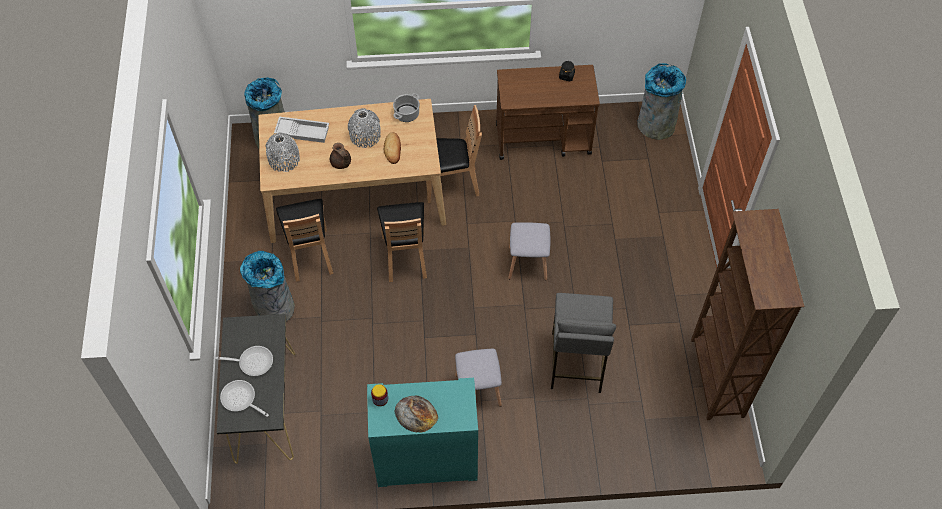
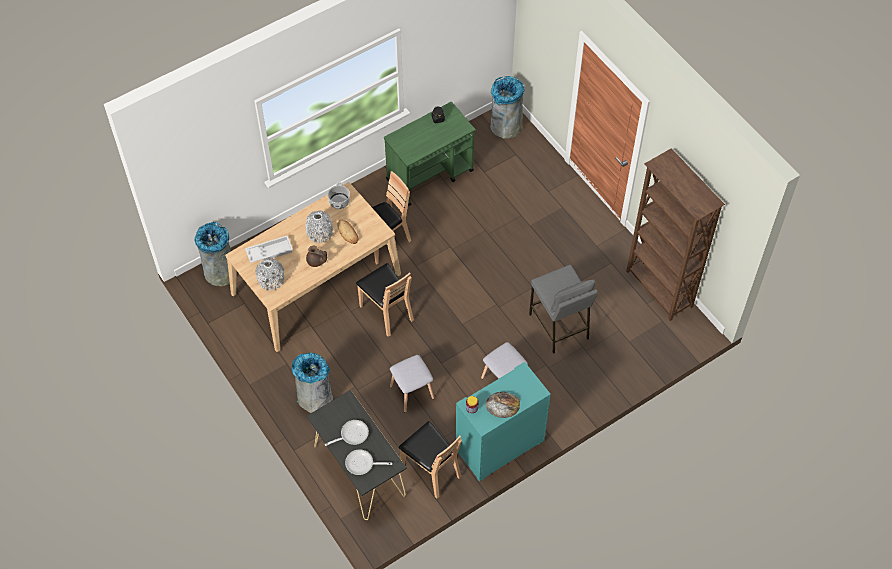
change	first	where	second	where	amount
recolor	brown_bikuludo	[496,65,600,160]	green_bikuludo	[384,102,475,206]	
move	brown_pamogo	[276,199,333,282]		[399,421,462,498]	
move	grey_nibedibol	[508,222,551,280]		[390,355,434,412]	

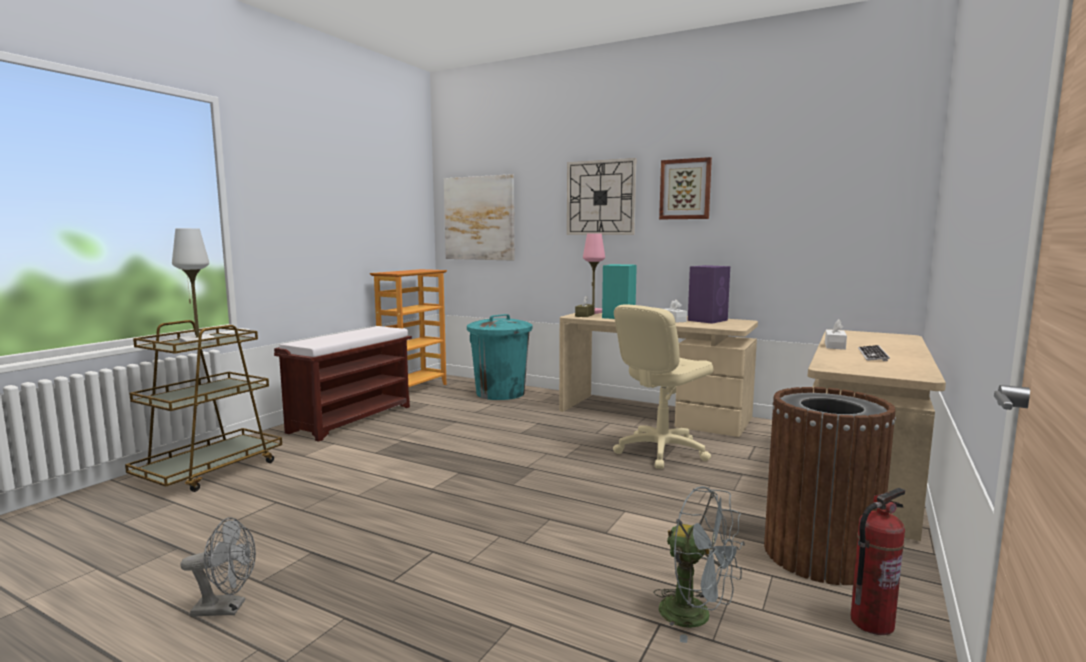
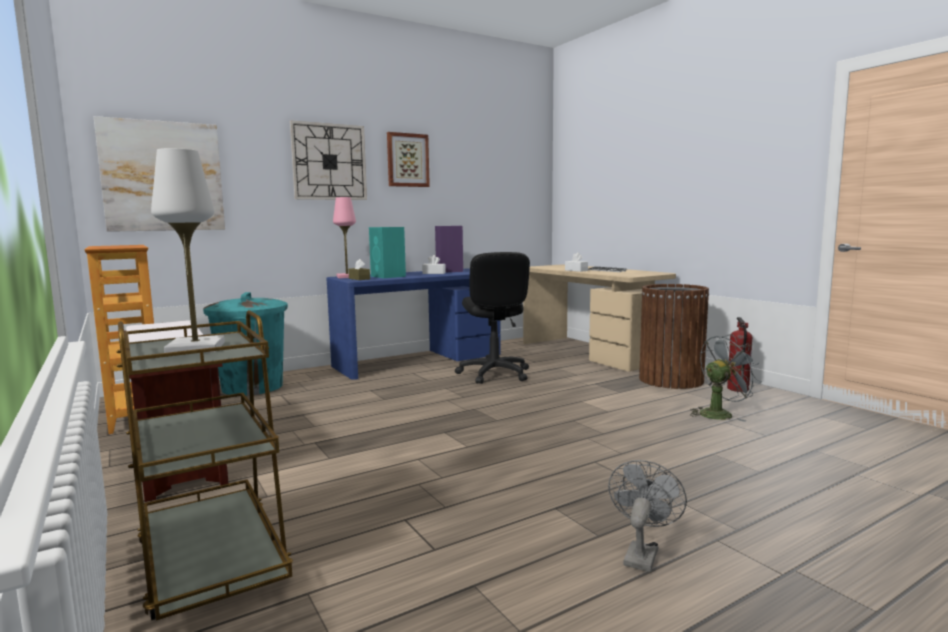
change	first	where	second	where	amount
recolor	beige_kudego	[613,304,713,469]	black_kudego	[455,252,530,384]	
recolor	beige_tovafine	[559,313,758,437]	blue_tovafine	[326,268,501,380]	

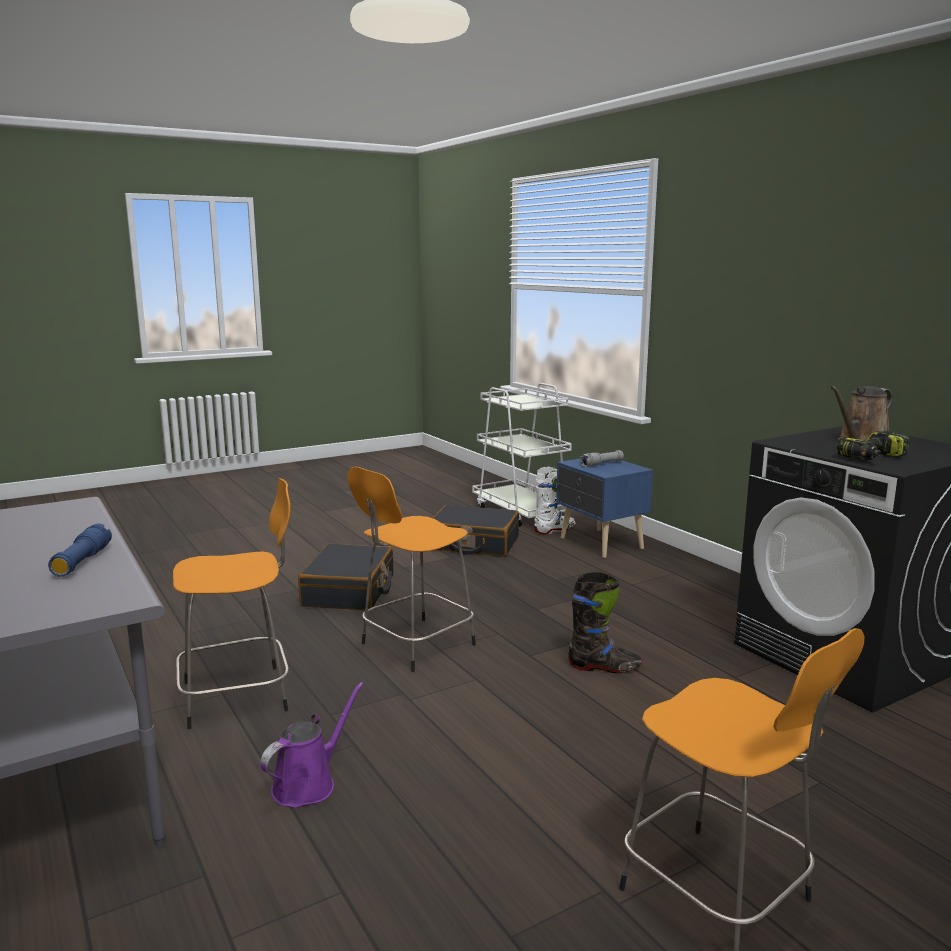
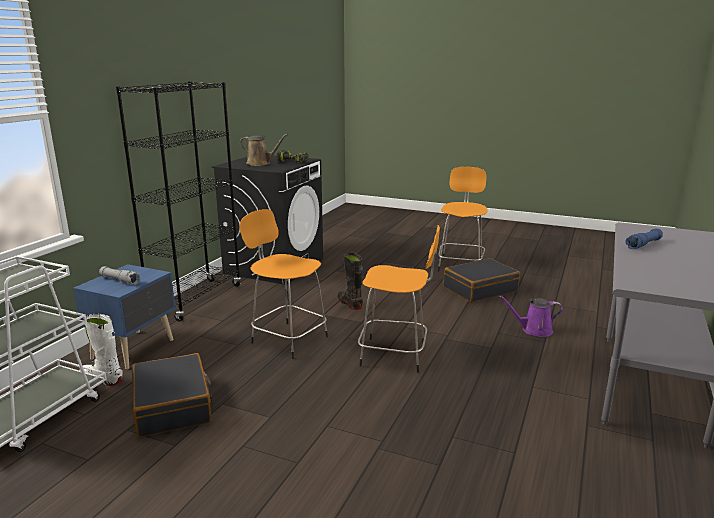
change	first	where	second	where	amount
move	orange_nibedibol	[173,478,290,729]		[239,209,328,359]	
move	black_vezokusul	[298,544,394,611]		[443,258,520,303]	
insert			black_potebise	[116,81,241,322]	

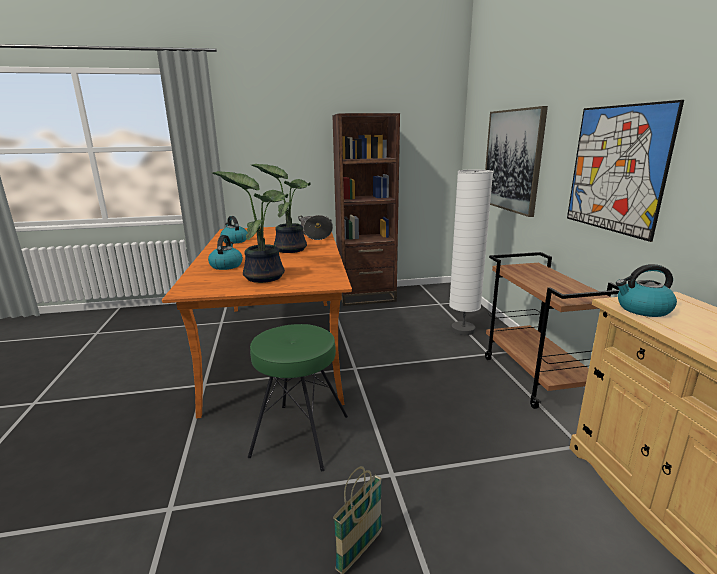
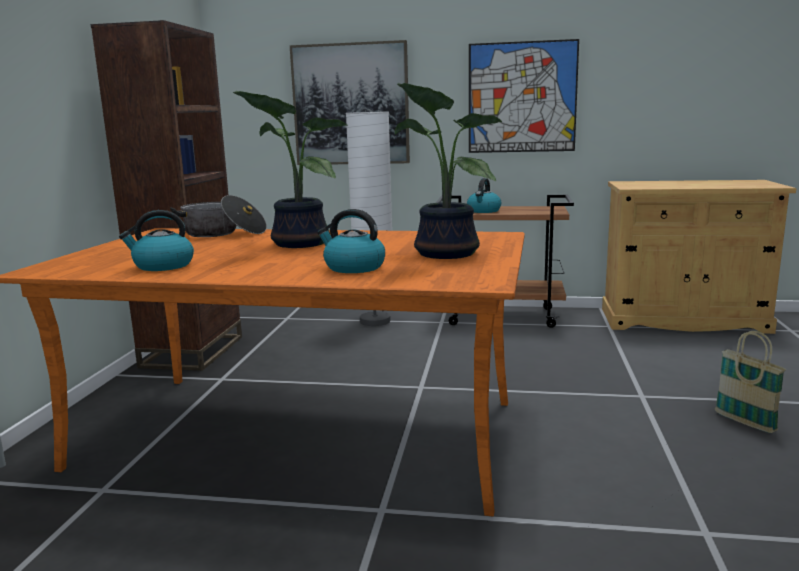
change	first	where	second	where	amount
move	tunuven	[616,264,677,317]		[467,178,501,213]	
delete	green_nibedibol	[248,324,348,471]			

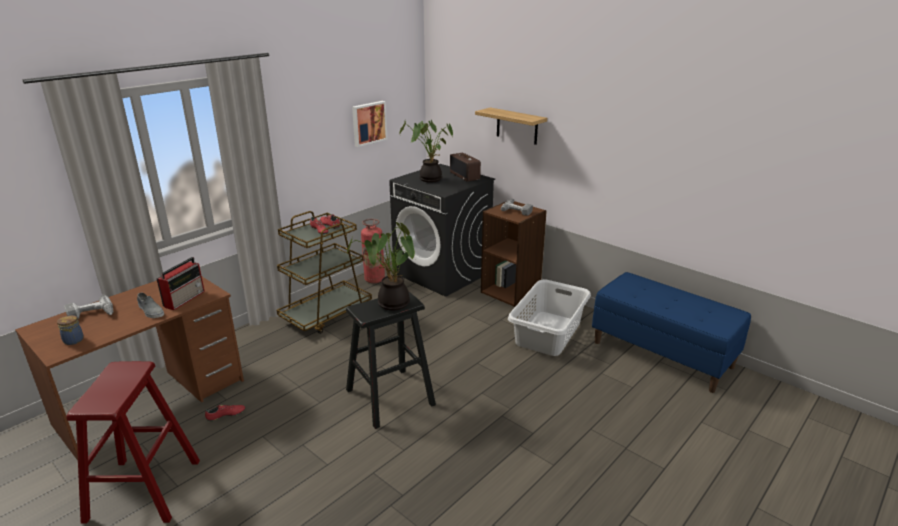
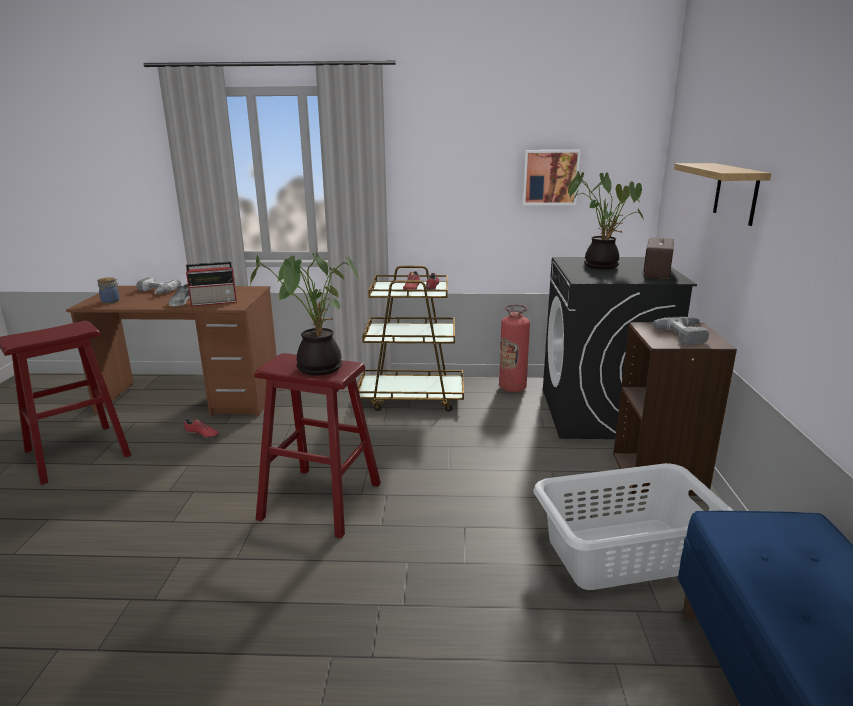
change	first	where	second	where	amount
recolor	black_nibedibol	[346,291,436,429]	red_nibedibol	[255,353,381,539]	

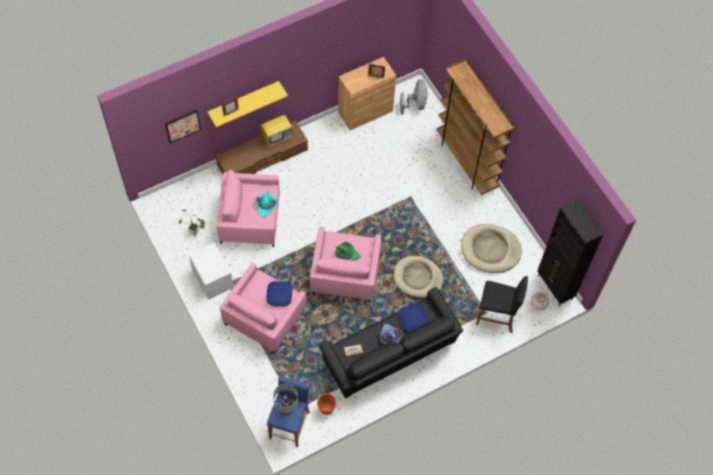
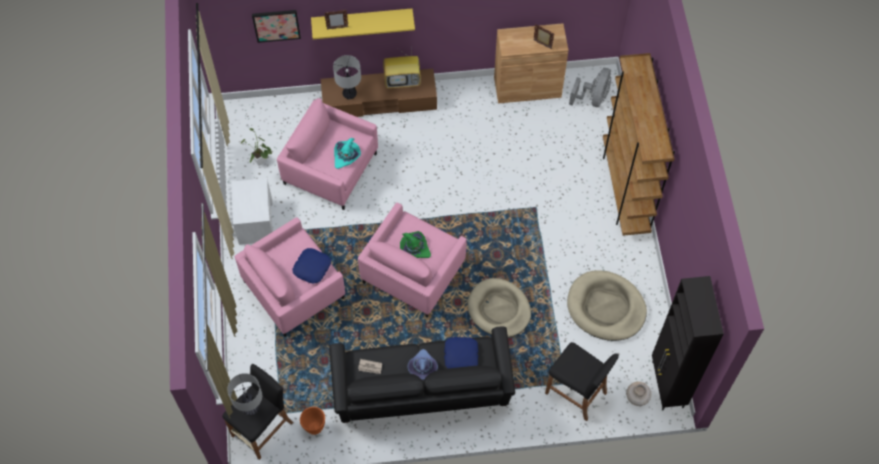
change	first	where	second	where	amount
recolor	blue_nibedibol	[267,377,310,447]	black_nibedibol	[222,364,293,460]	
insert			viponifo	[333,55,361,100]	

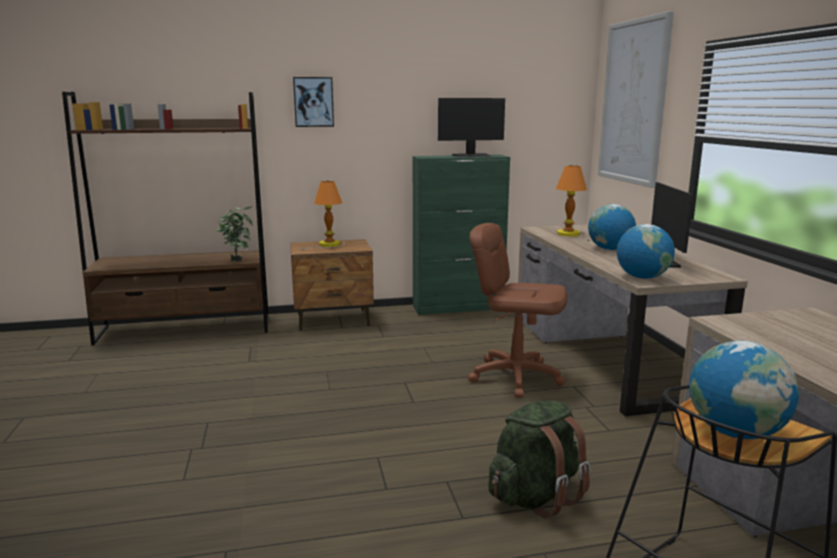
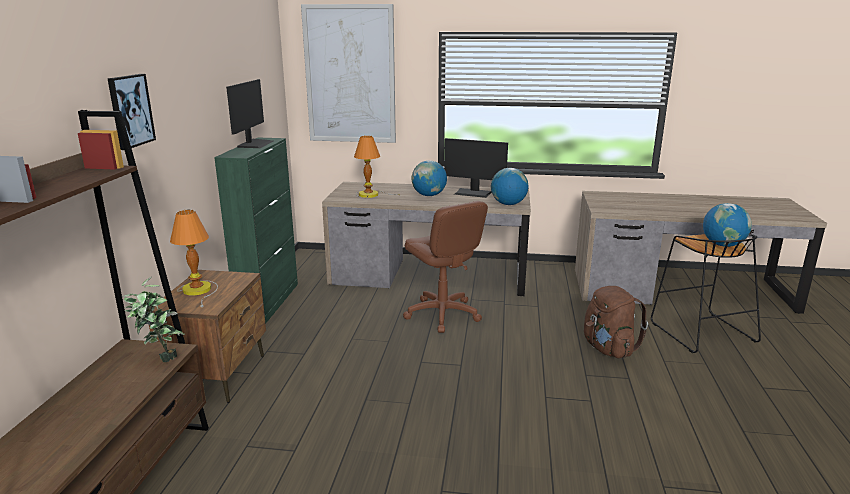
change	first	where	second	where	amount
rotate	brown_kudego	[468,223,568,398]		[403,201,488,333]	75 degrees counterclockwise
recolor	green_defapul	[488,400,591,518]	brown_defapul	[584,286,648,358]	

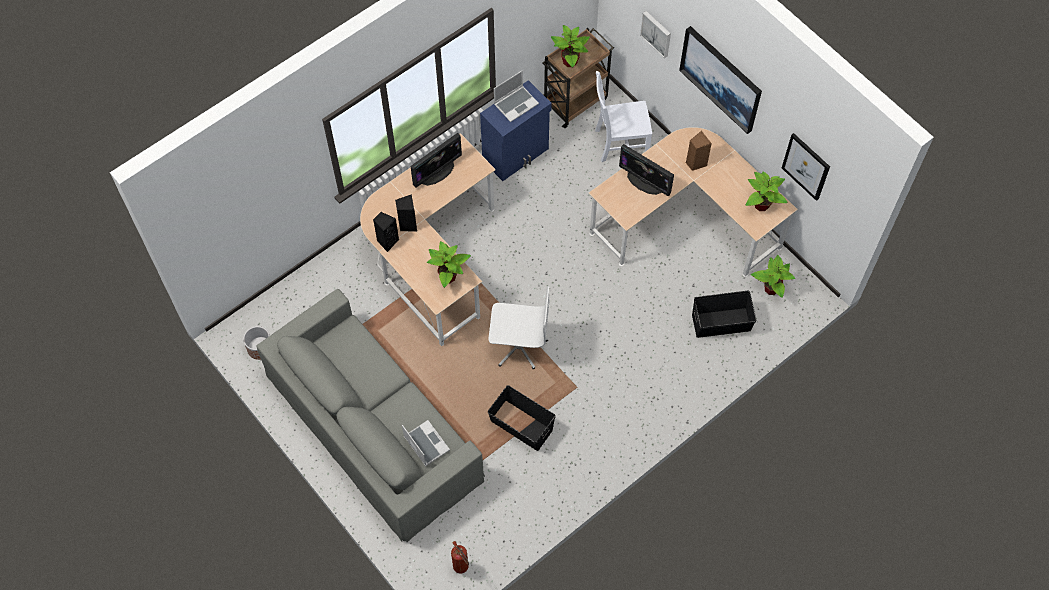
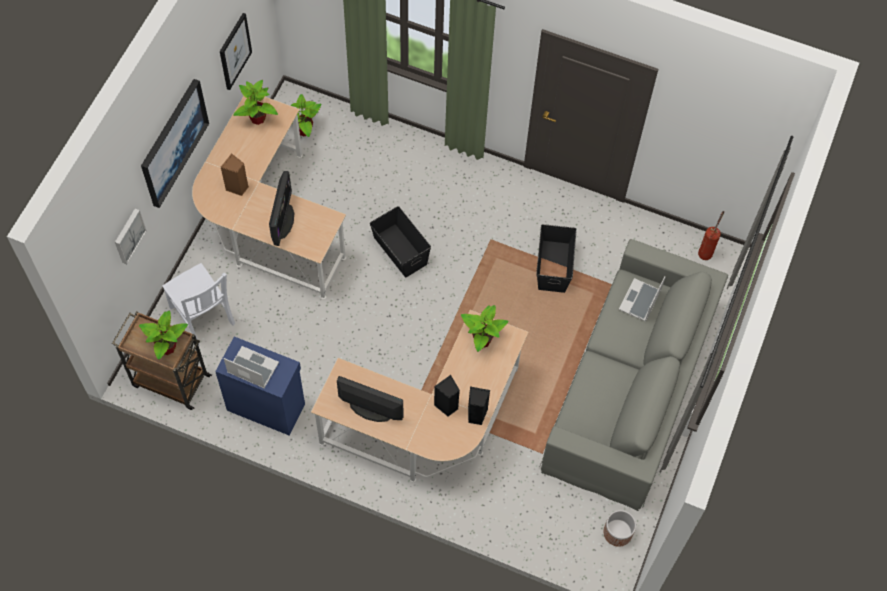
change	first	where	second	where	amount
delete	white_kudego	[489,286,549,370]			
move	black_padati	[692,291,757,338]		[370,206,431,277]	

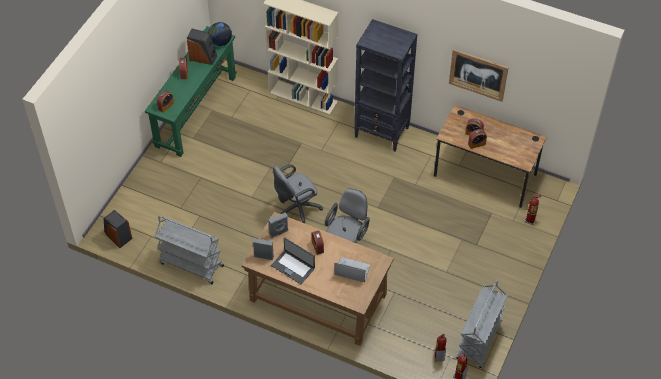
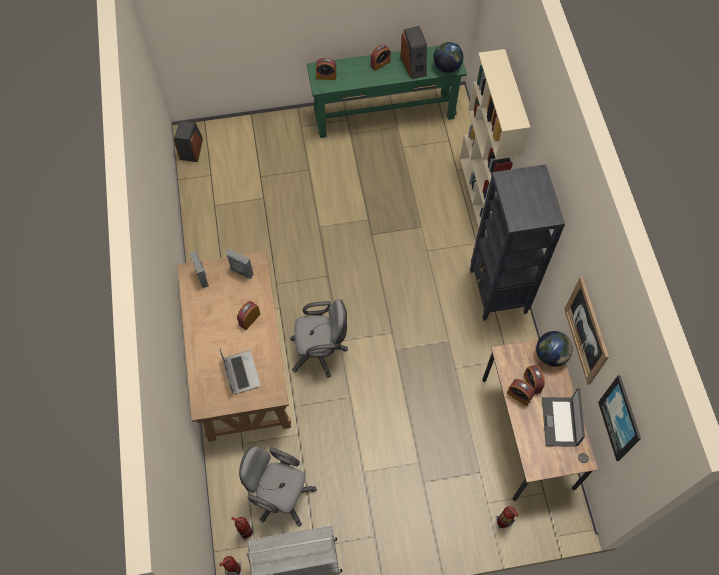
change	first	where	second	where	amount
move	grey_kudego	[273,164,323,224]		[239,446,317,527]	
delete	grey_bikuludo	[154,216,224,284]			
move	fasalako	[271,237,315,284]		[542,388,585,447]	
insert			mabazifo	[536,331,573,367]	
insert			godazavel	[598,375,641,461]	

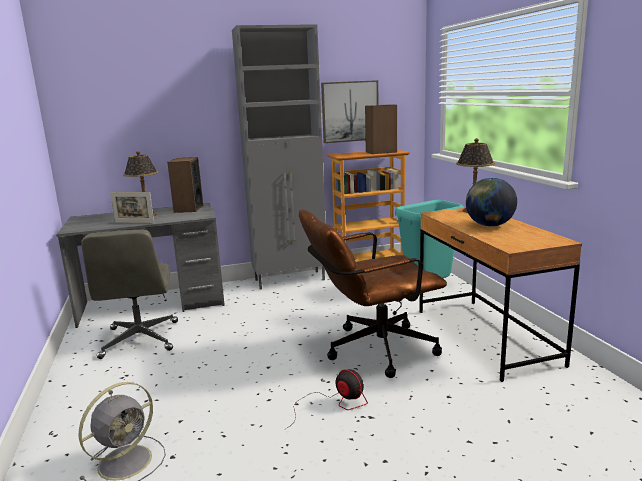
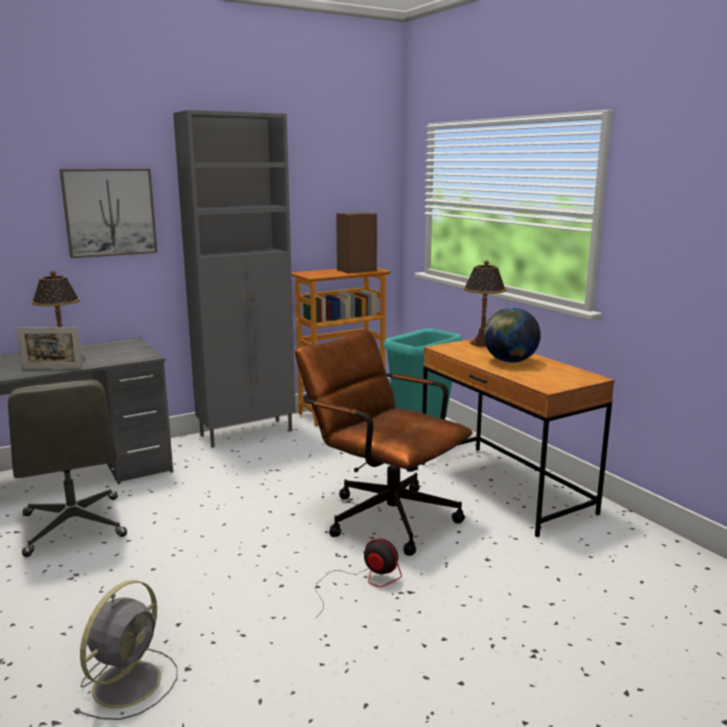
change	first	where	second	where	amount
move	godazavel	[321,80,379,143]		[60,169,157,258]	
delete	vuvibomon	[167,157,203,213]			
rotate	brown_kudego	[299,210,447,378]		[295,330,473,556]	75 degrees clockwise

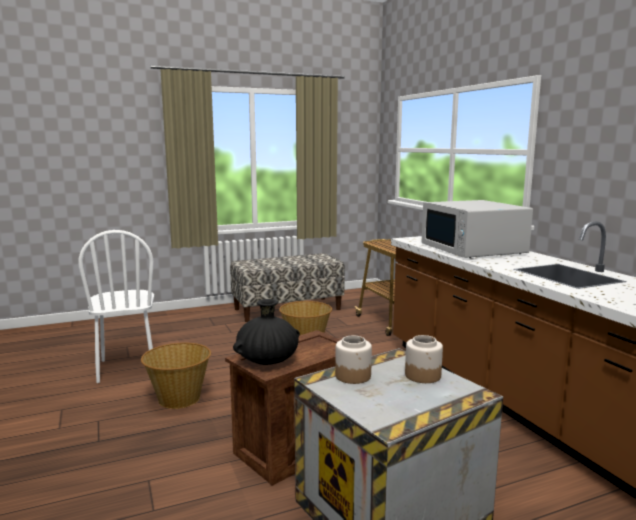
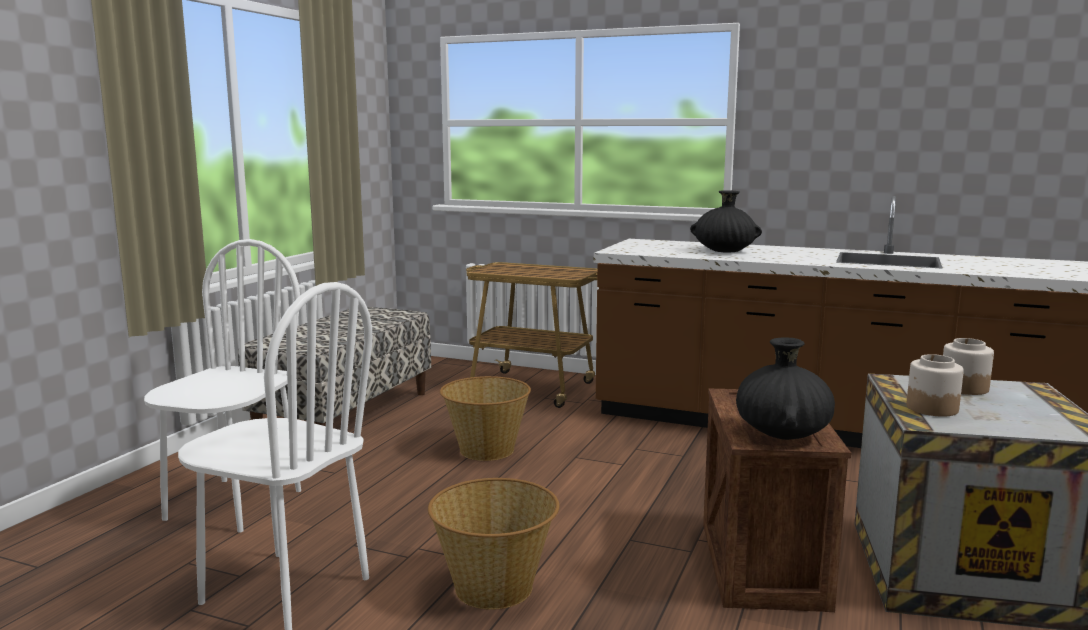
change	first	where	second	where	amount
replace	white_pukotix	[422,200,533,258]	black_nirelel	[690,190,762,252]	
insert			white_pamogo	[144,239,301,532]	

